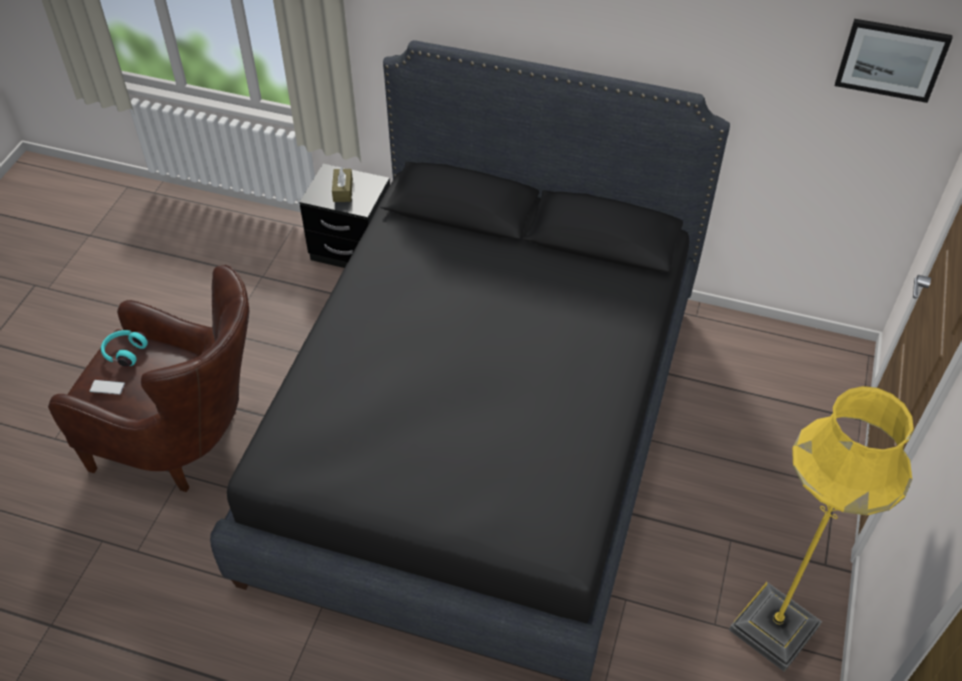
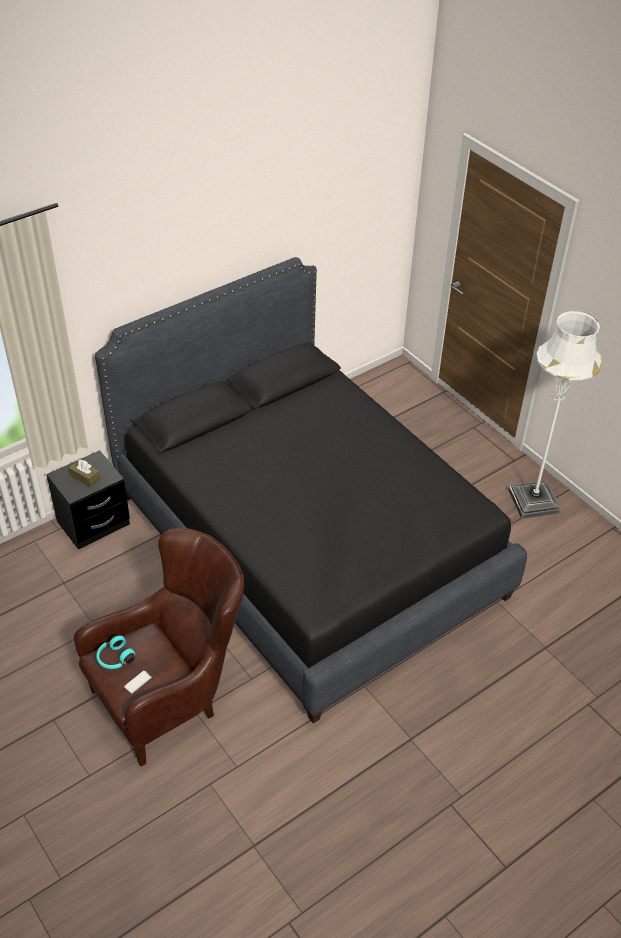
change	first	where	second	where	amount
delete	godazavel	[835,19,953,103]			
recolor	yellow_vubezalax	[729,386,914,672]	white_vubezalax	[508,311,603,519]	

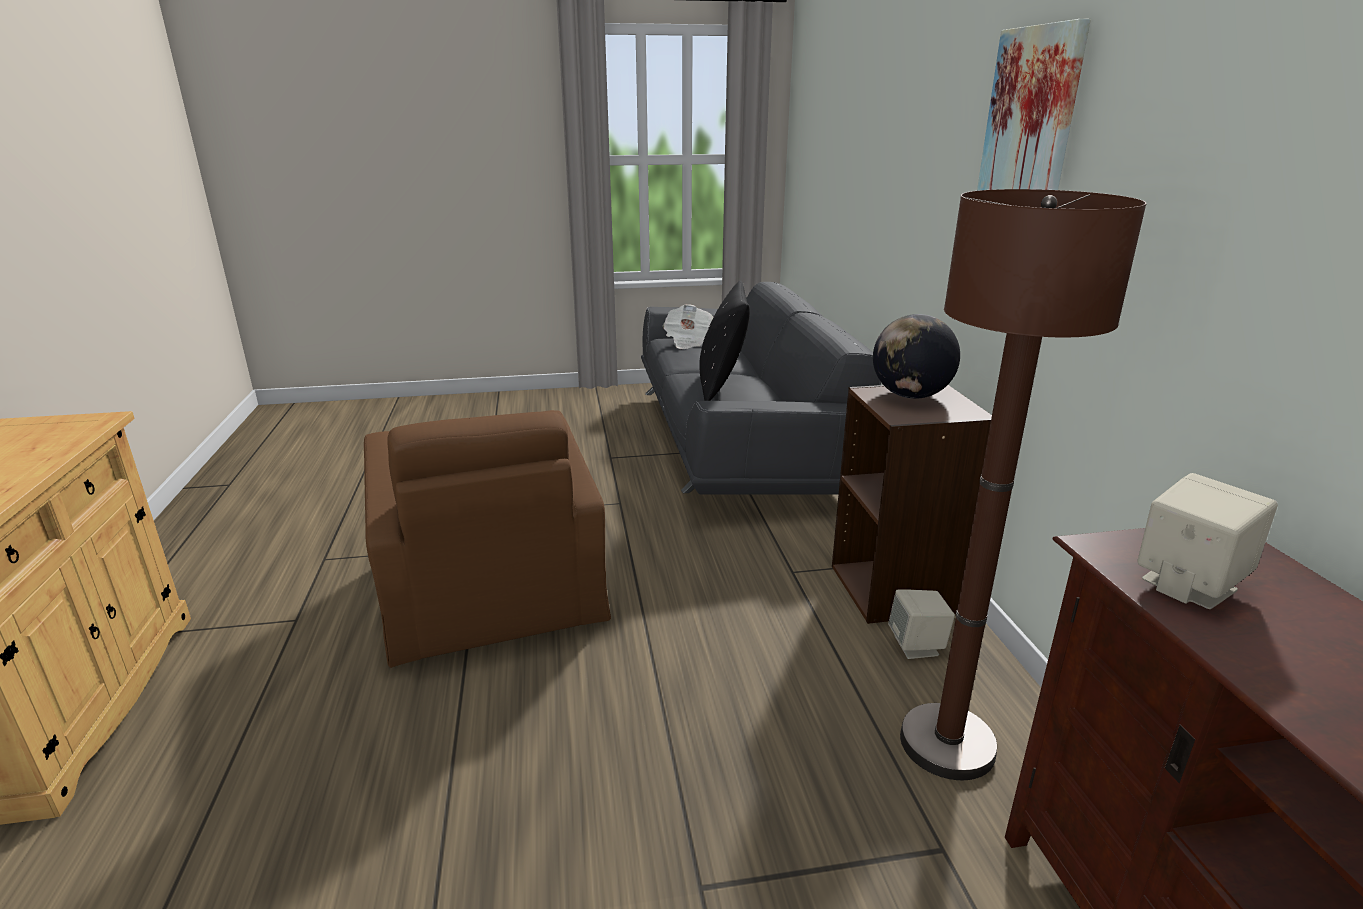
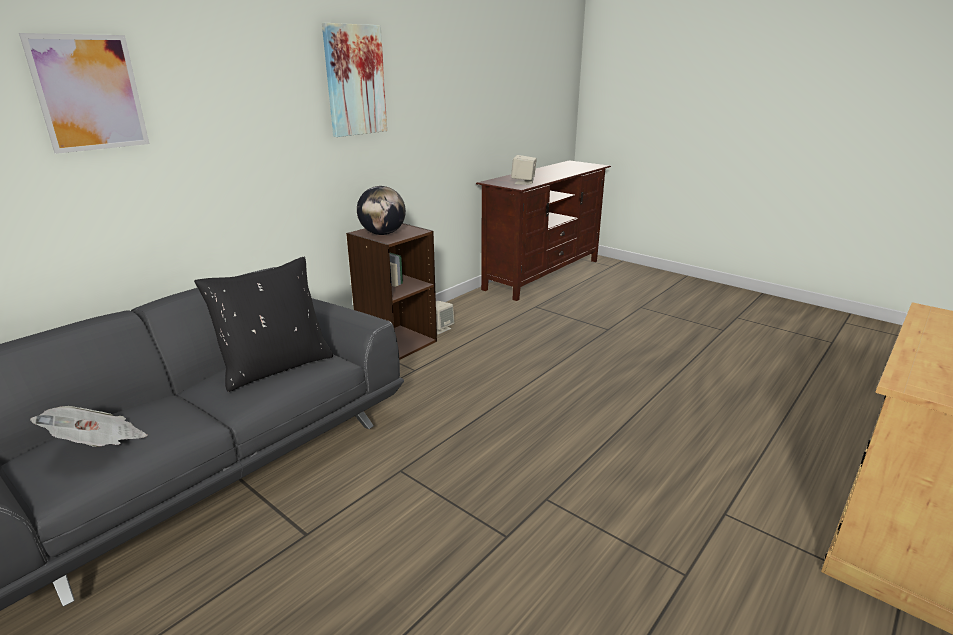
change	first	where	second	where	amount
delete	brown_vubezalax	[900,189,1147,780]			
delete	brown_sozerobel	[364,410,611,668]			
insert			godazavel	[19,33,149,154]	

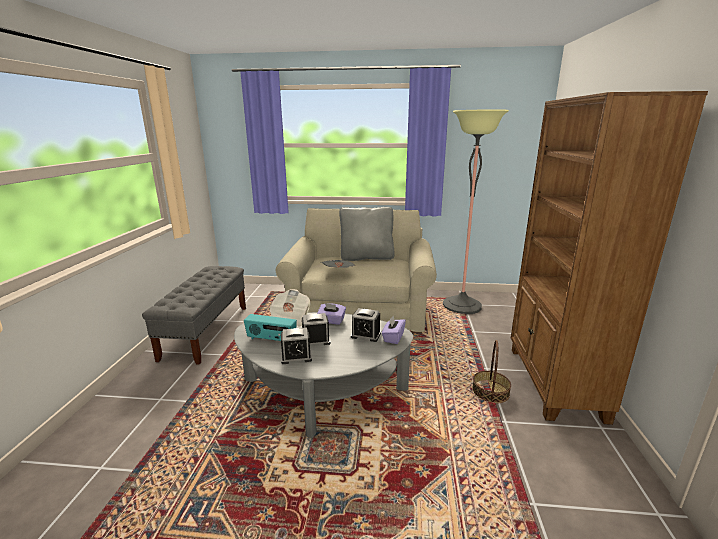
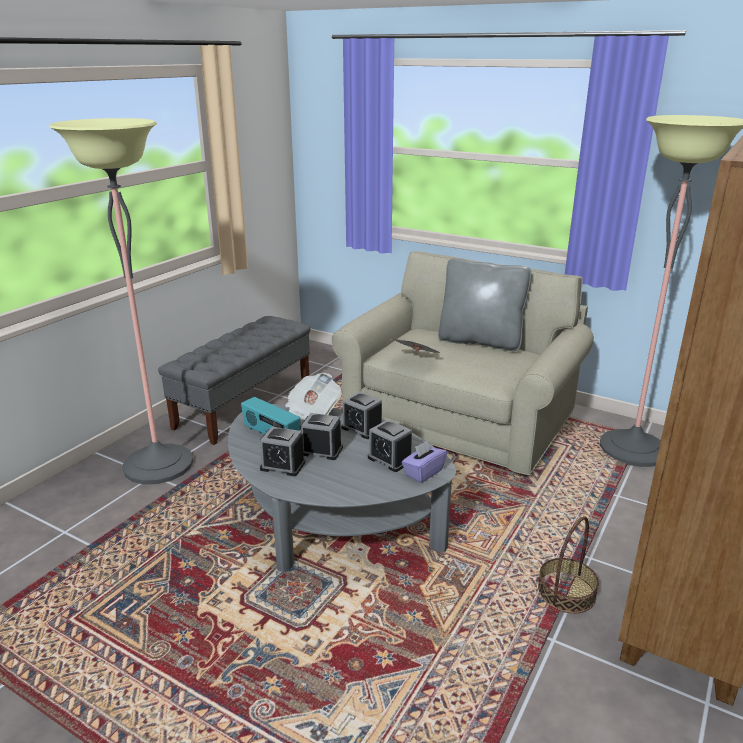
change	first	where	second	where	amount
replace	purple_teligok	[317,303,346,325]	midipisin	[342,392,382,439]	
insert			vubezalax	[50,118,193,484]	

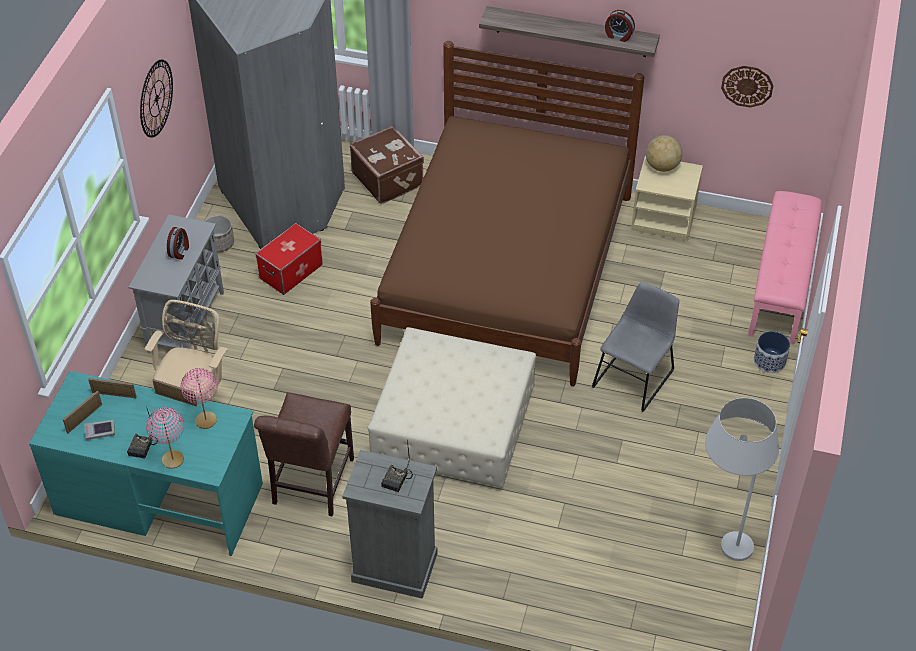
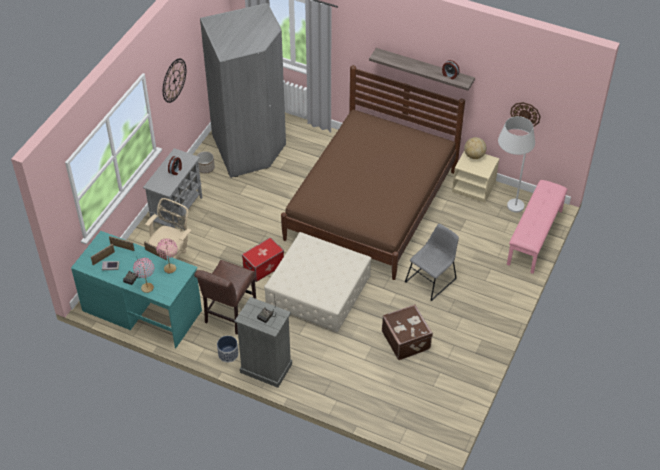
change	first	where	second	where	amount
move	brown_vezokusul	[350,126,424,204]		[382,304,433,360]	
move	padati	[255,223,323,295]		[242,237,284,282]	
move	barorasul	[754,331,790,373]		[217,336,238,362]	
move	white_vubezalax	[705,398,779,561]		[498,116,535,213]	

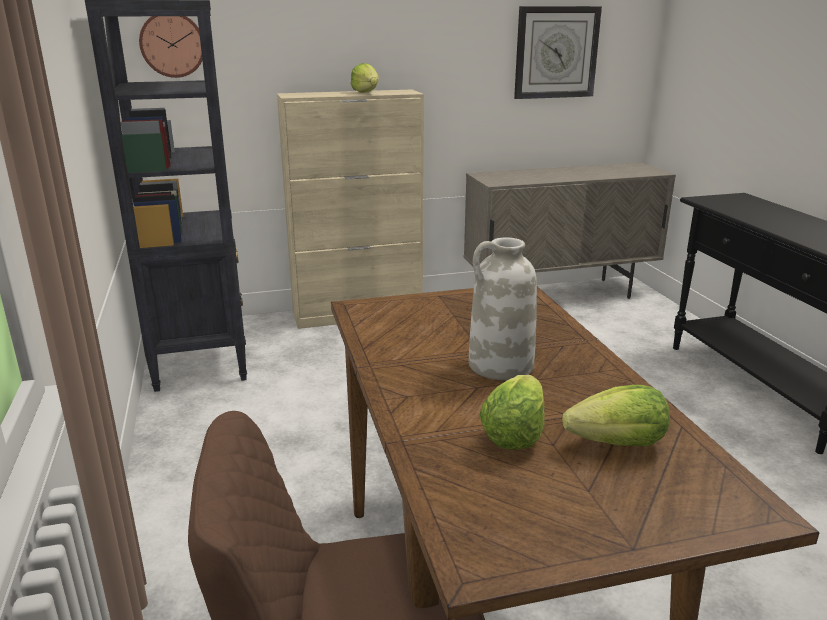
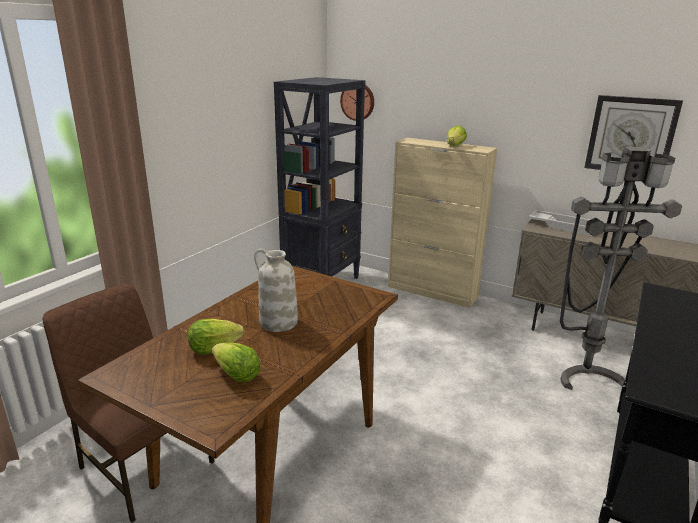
change	first	where	second	where	amount
insert			grey_vubezalax	[560,147,682,390]	
insert			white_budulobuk	[529,210,591,236]	

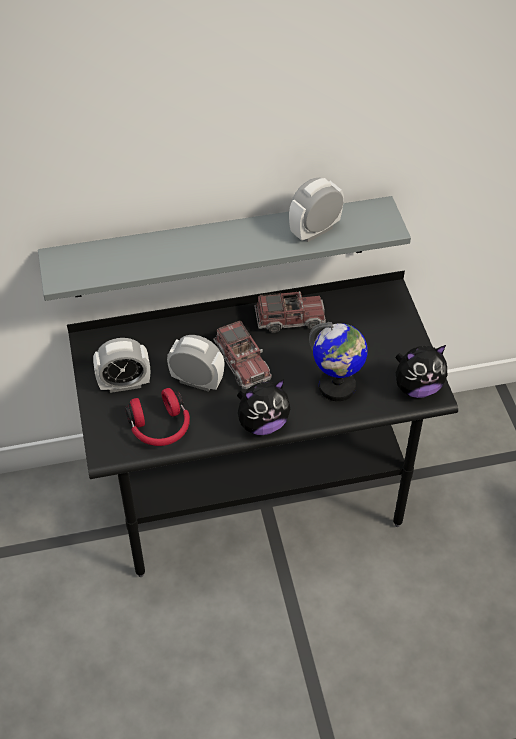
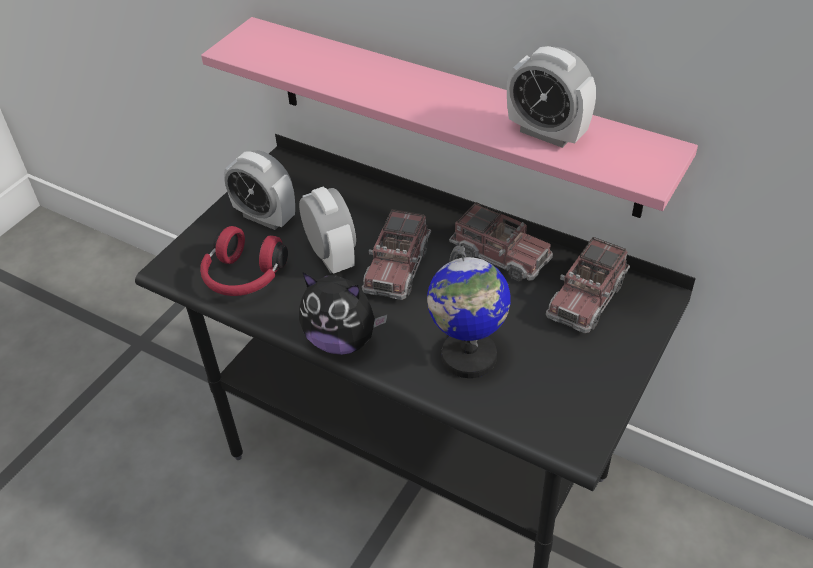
change	first	where	second	where	amount
rotate	midipisin	[289,177,344,242]		[507,46,596,148]	150 degrees counterclockwise
recolor	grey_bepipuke	[38,196,411,301]	pink_bepipuke	[201,17,698,218]	
delete	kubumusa	[395,345,447,398]			
insert			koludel	[546,237,630,333]	

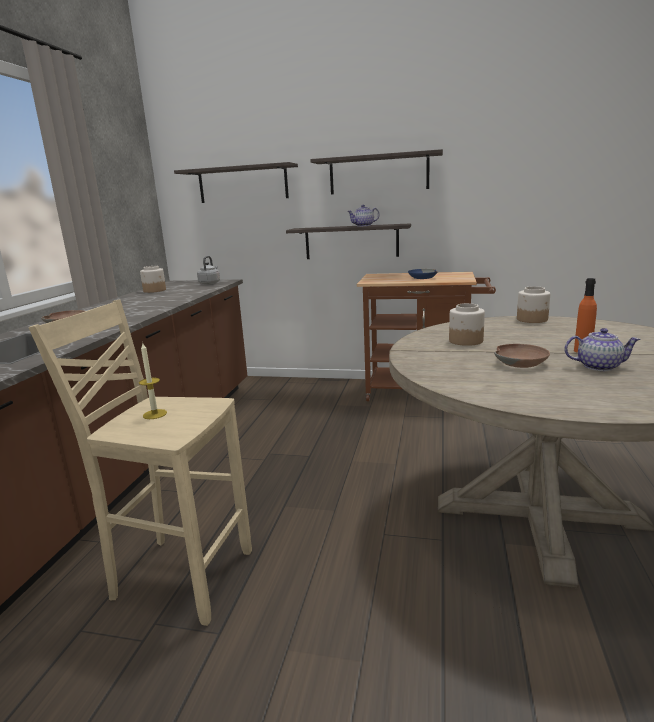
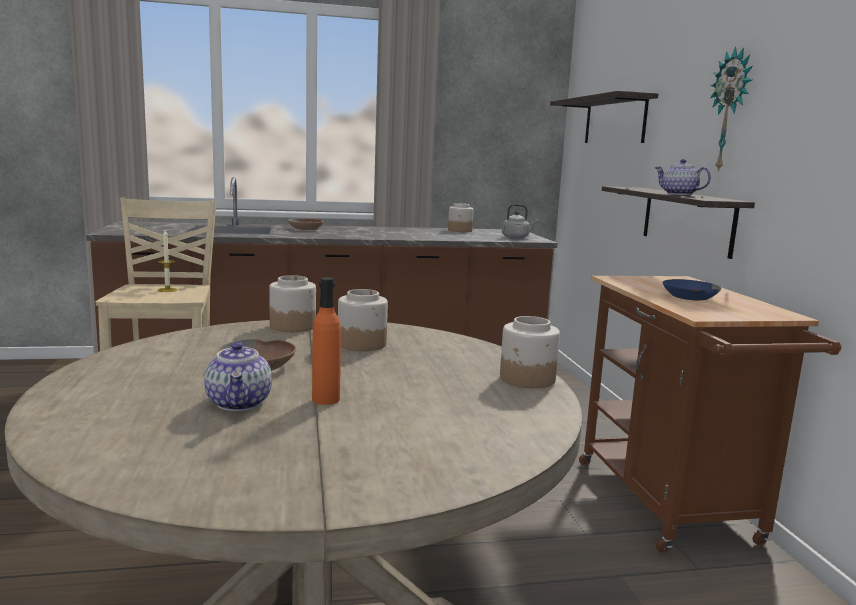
change	first	where	second	where	amount
replace	bepipuke	[310,149,443,194]	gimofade	[710,47,753,173]	
insert			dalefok	[269,275,316,332]	

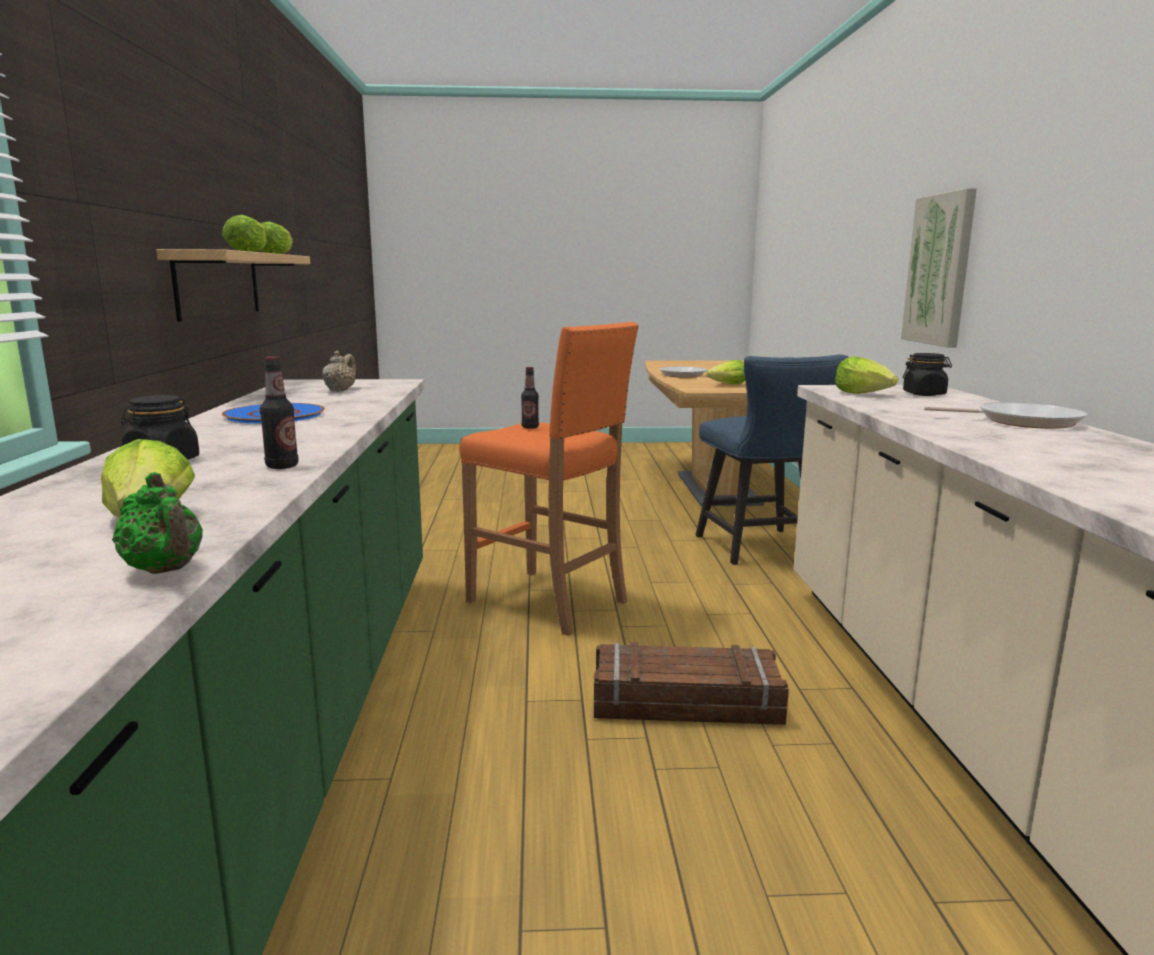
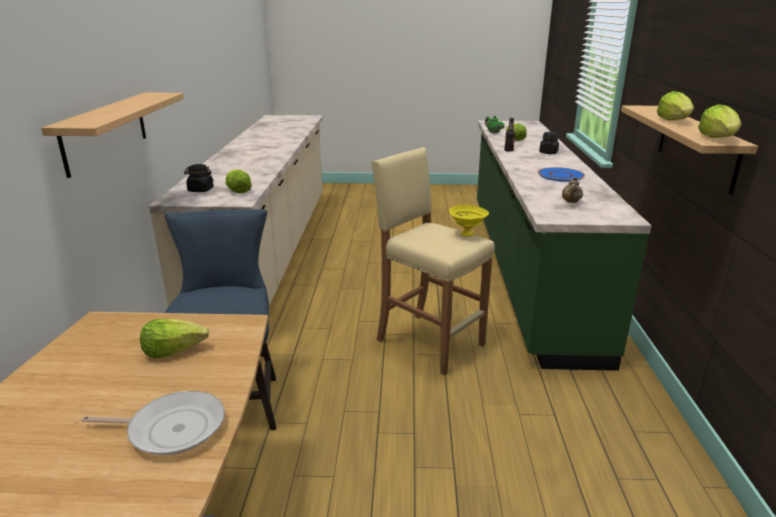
change	first	where	second	where	amount
replace	godazavel	[901,188,977,347]	bepipuke	[41,93,184,178]	
recolor	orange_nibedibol	[459,322,639,636]	beige_nibedibol	[371,147,495,375]	
delete	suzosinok	[521,367,539,429]			
delete	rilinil	[924,402,1087,429]			
delete	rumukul	[594,642,789,725]			
insert			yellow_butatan	[449,205,489,237]	

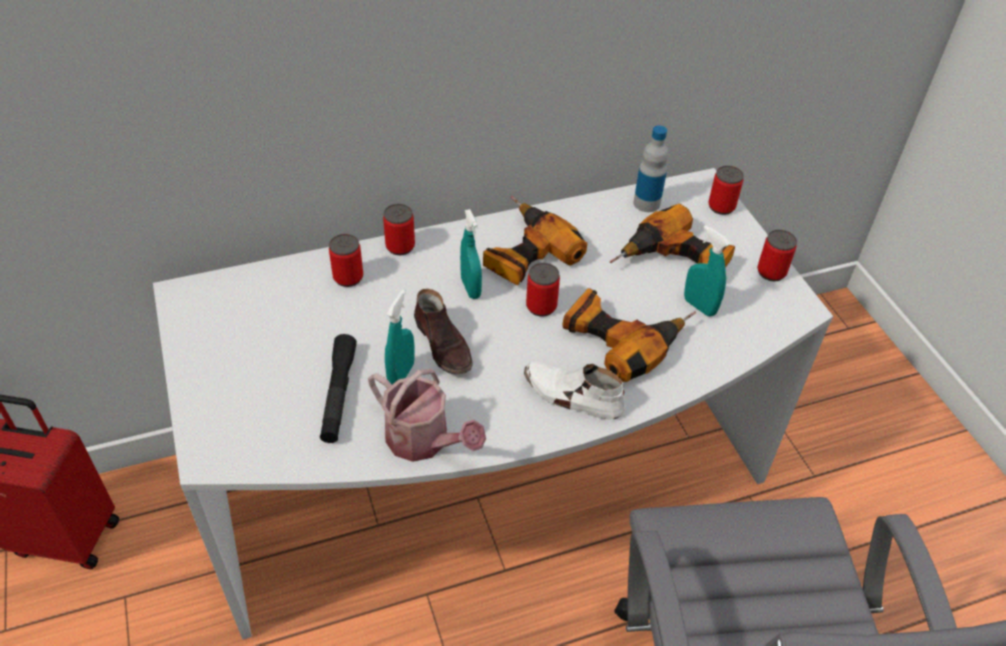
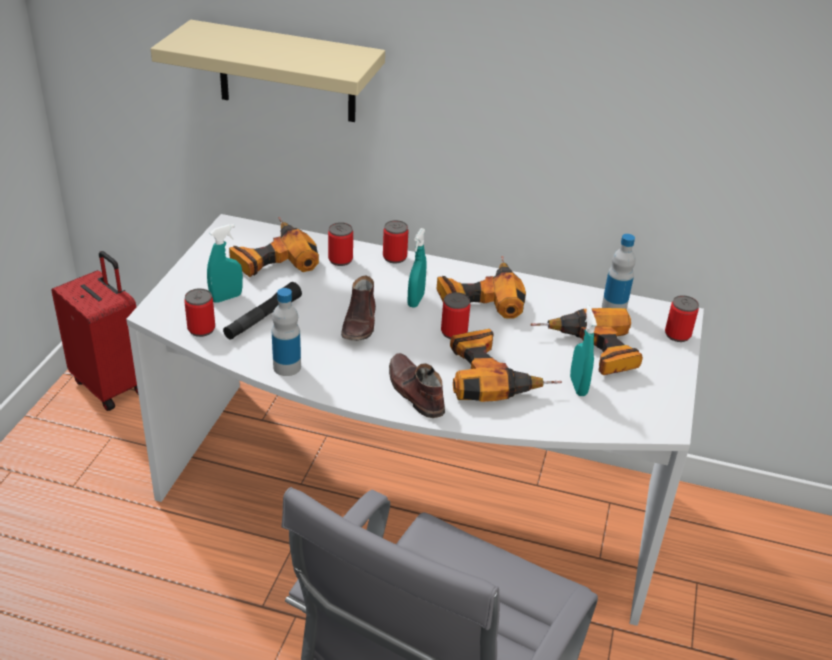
change	first	where	second	where	amount
move	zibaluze	[757,230,797,281]		[184,288,215,337]	
move	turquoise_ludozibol	[385,289,415,385]		[207,224,243,303]	
recolor	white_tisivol	[524,362,625,420]	brown_tisivol	[389,353,445,418]	
replace	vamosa	[368,369,486,462]	suzosinok	[272,288,301,376]	
insert			beige_bepipuke	[151,20,385,122]	
insert			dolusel	[229,217,319,277]	

